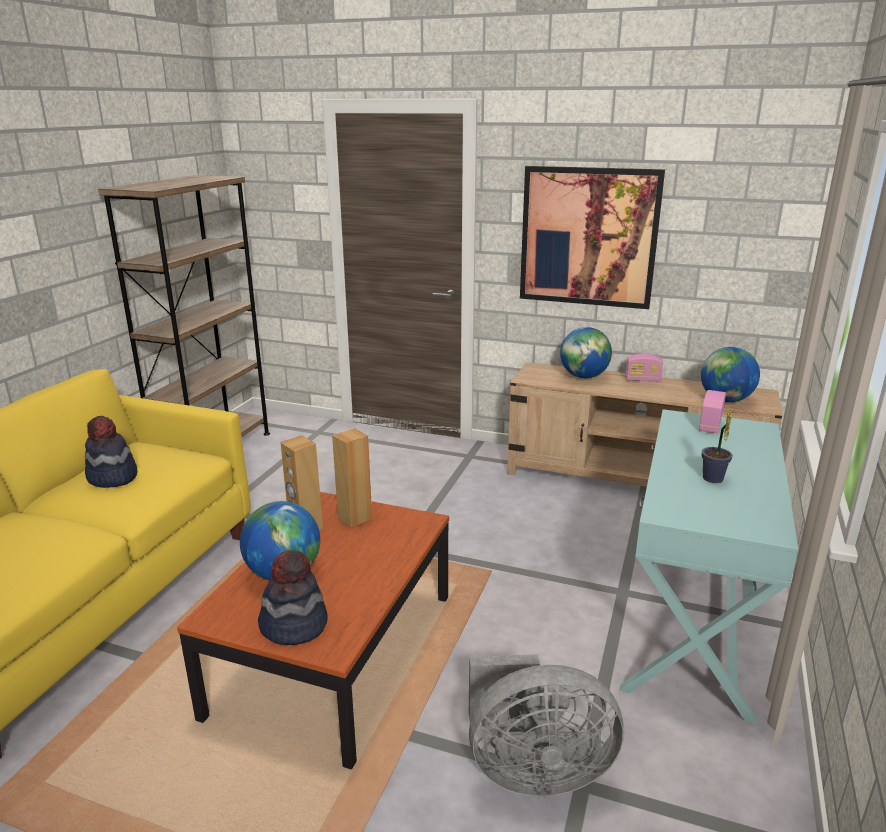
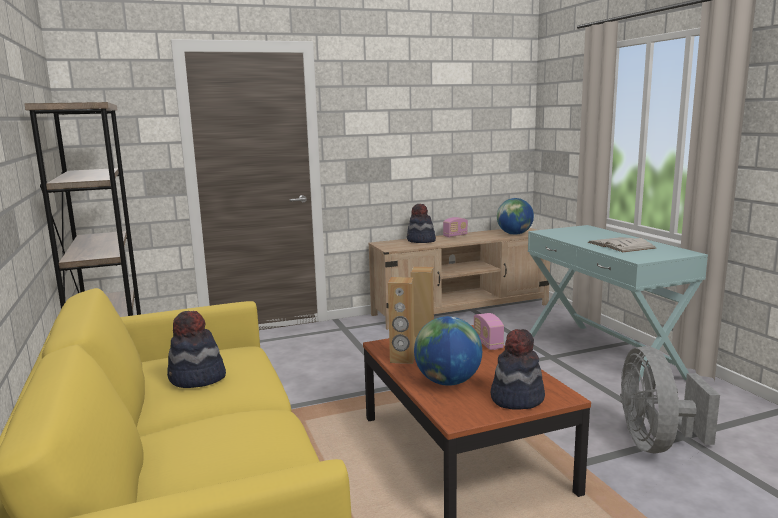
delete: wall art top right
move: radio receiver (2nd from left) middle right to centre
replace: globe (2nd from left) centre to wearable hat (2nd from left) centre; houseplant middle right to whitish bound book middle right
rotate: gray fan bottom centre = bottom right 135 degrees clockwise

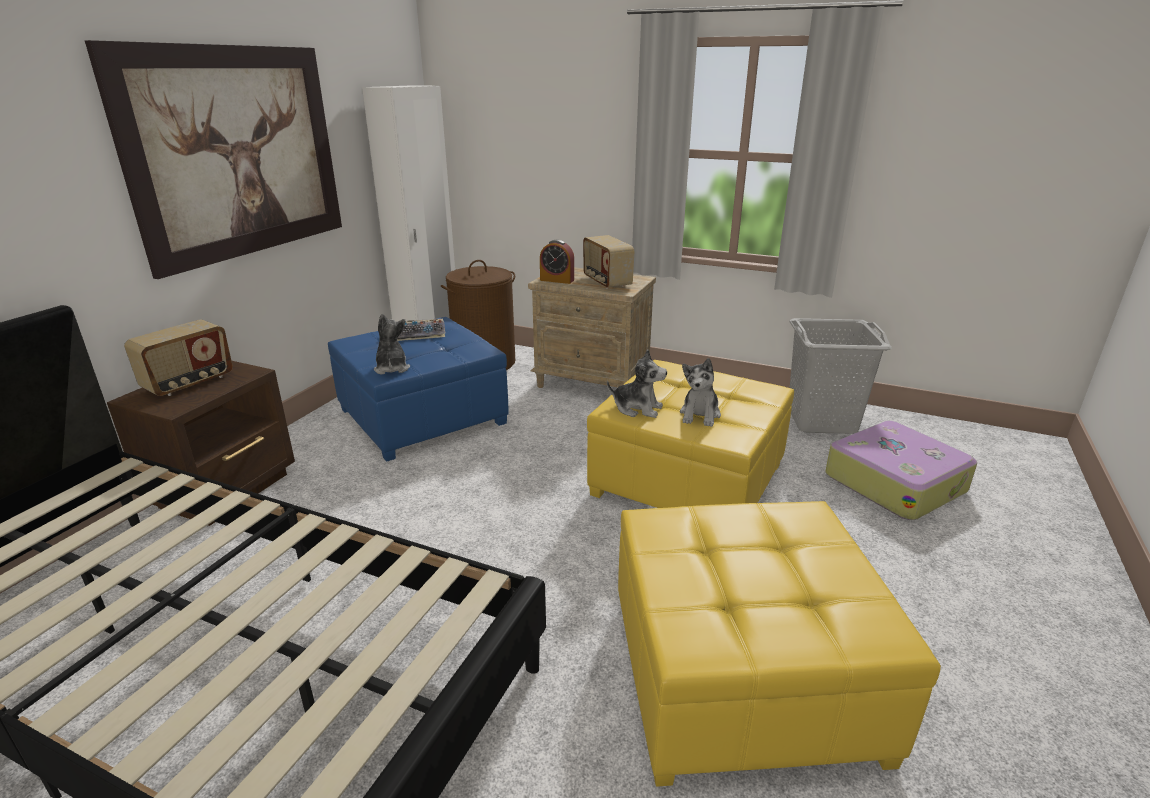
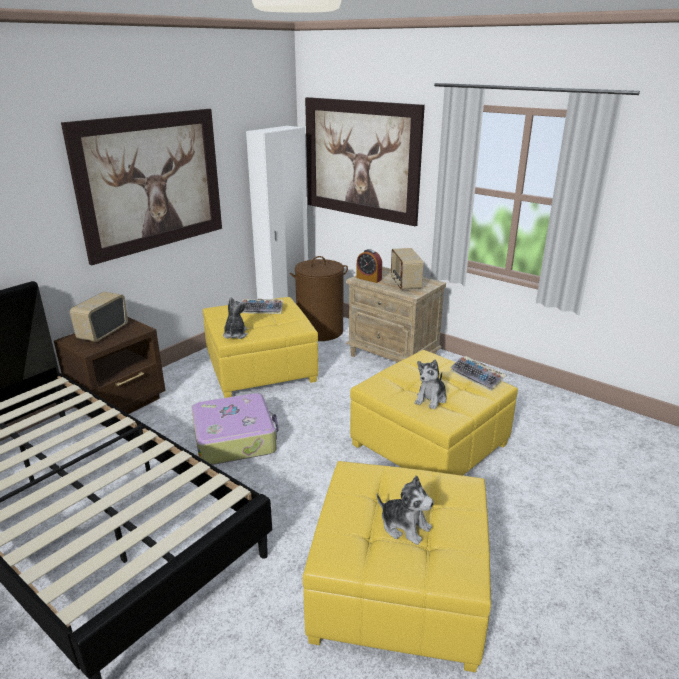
delete: gray laundry basket middle right
insert: wall art (2nd from left) top centre; computer keyboard (2nd from left) middle right
move: cuddly toy (2nd from left) centre to bottom centre; suitcase middle right to centre
recolor: blue-coloured pouffe centre to yellowish pouffe (1st from left) centre
rotate: radio receiver (1st from left) middle left = middle left 150 degrees clockwise

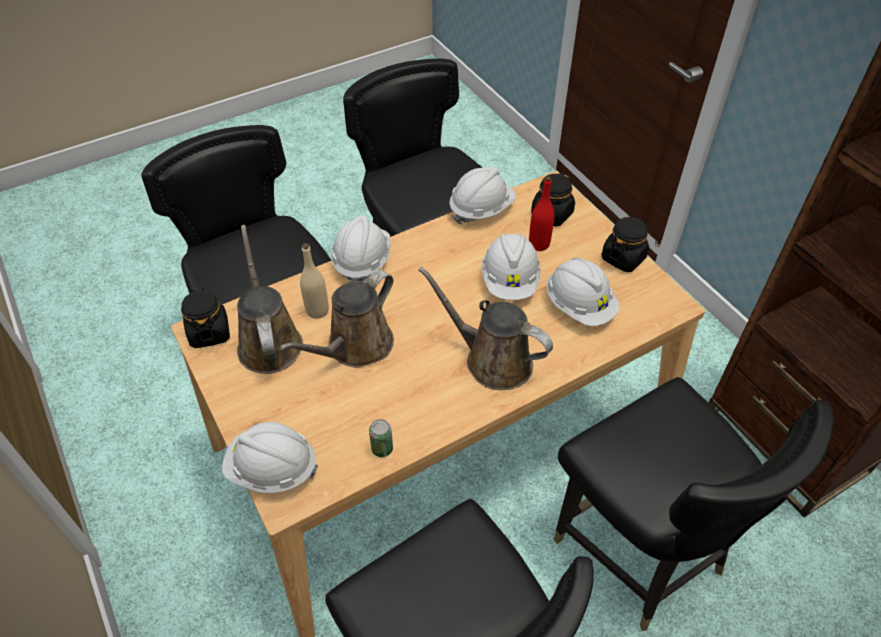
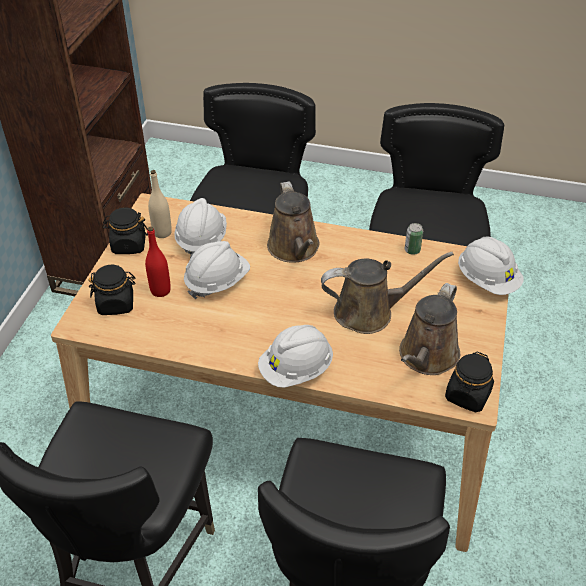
delete: whitish hard hat (3rd from left) top centre
move: beige drink bottle centre to middle left

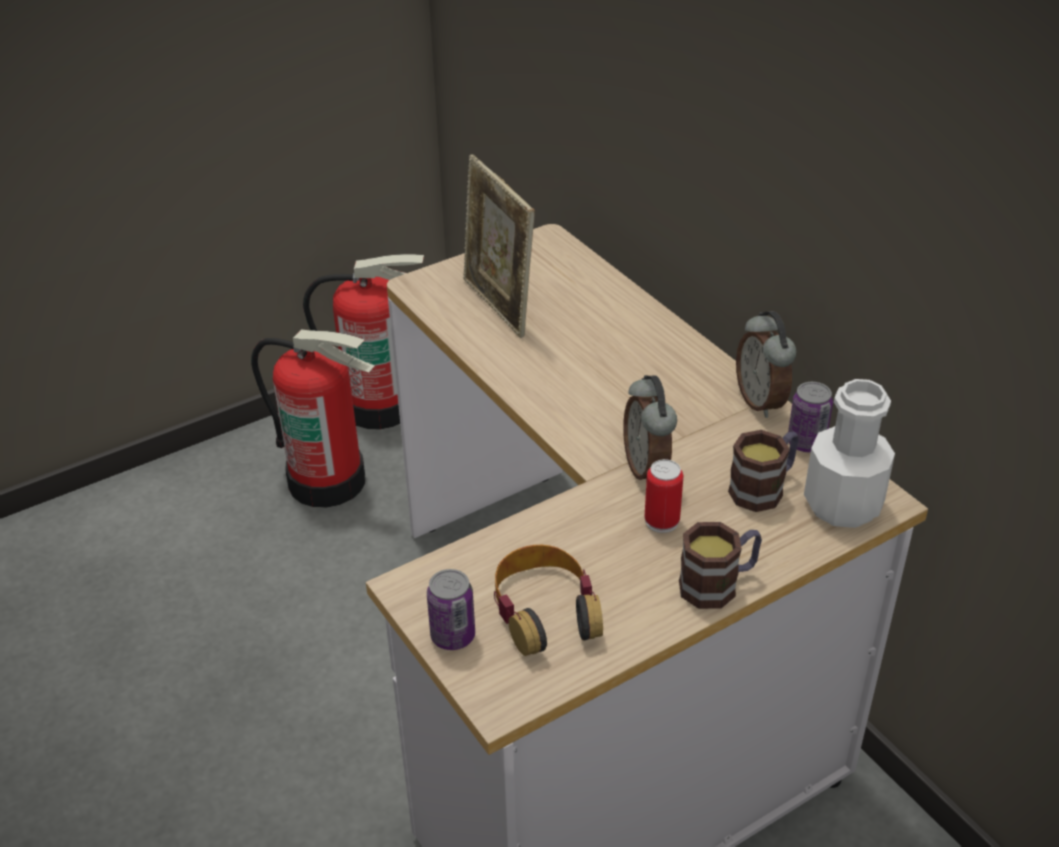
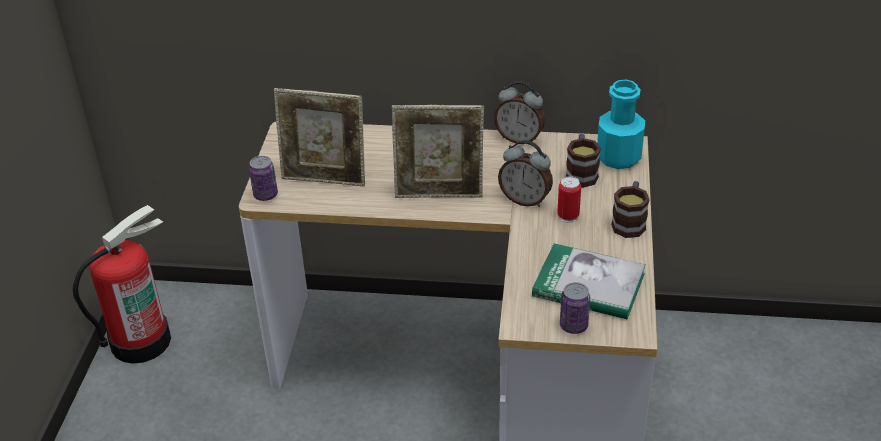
delete: extinguisher (1st from left) middle left
insert: photo frame (2nd from left) centre
move: can (3rd from left in the first image) middle right to can (1st from left) middle left
replace: headphones bottom centre to bound book middle right
recolor: whitish drink bottle middle right to turquoise drink bottle top right

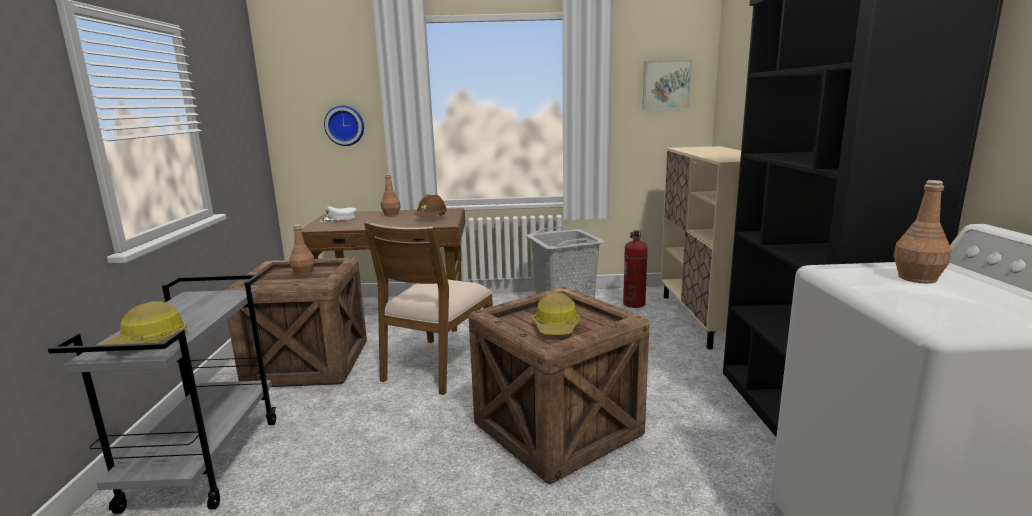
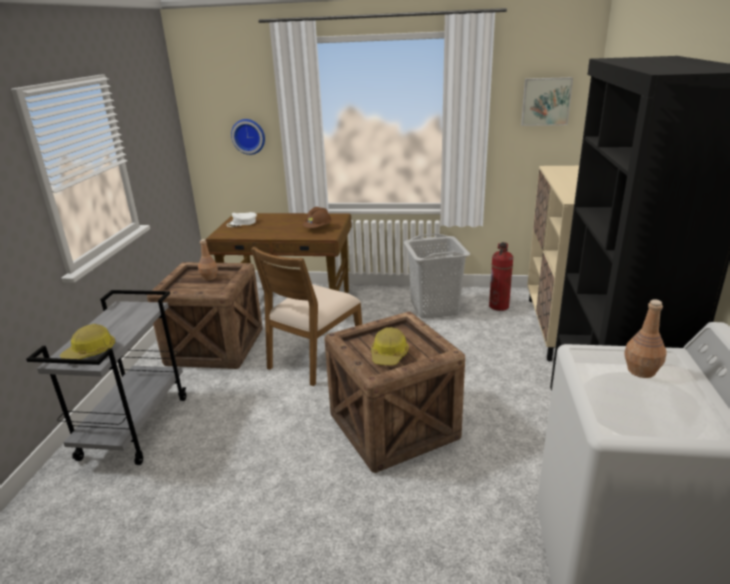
delete: brown drink bottle (2nd from left) centre

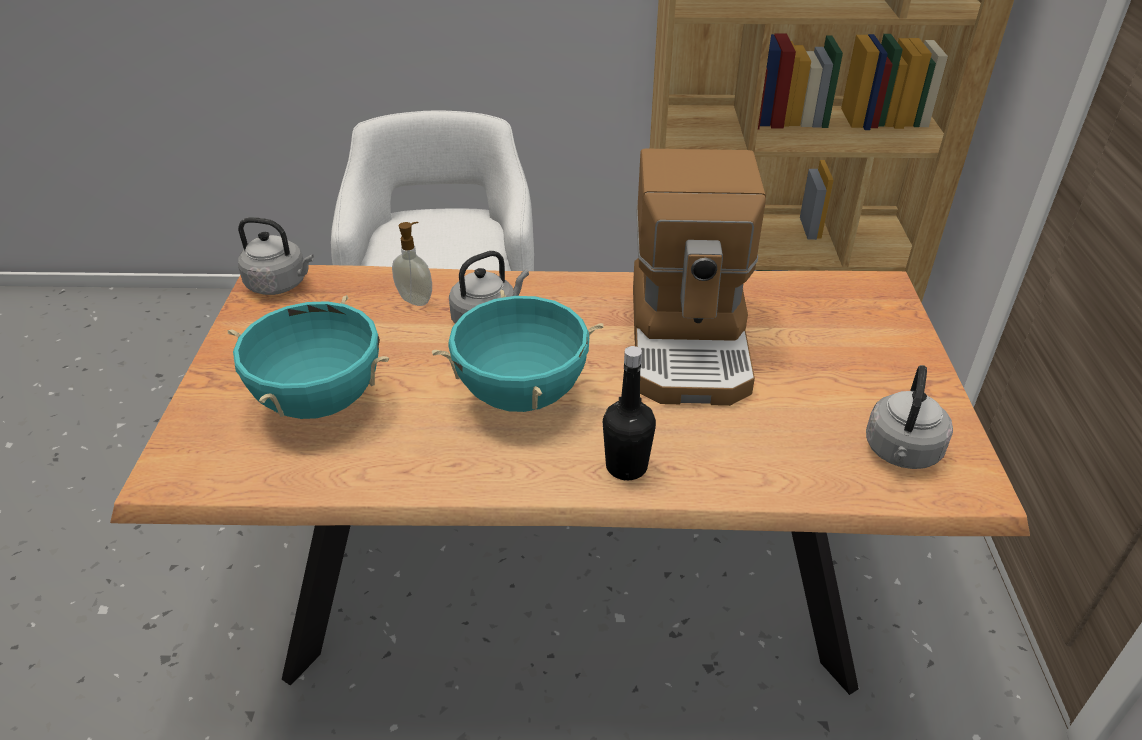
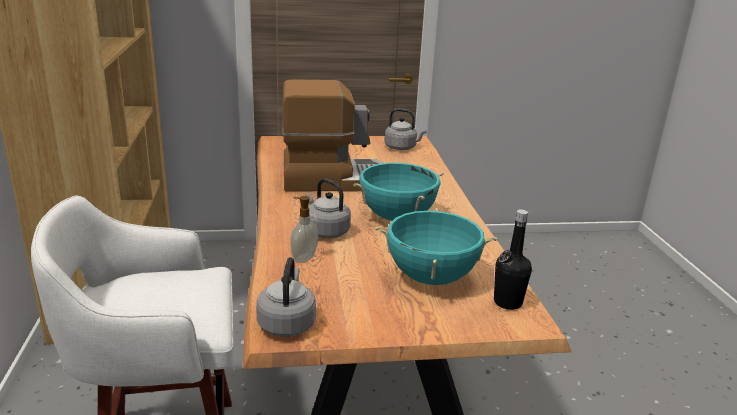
move: black drink bottle centre to middle right

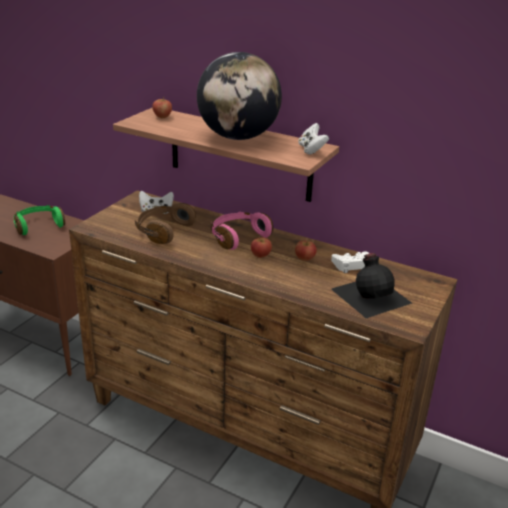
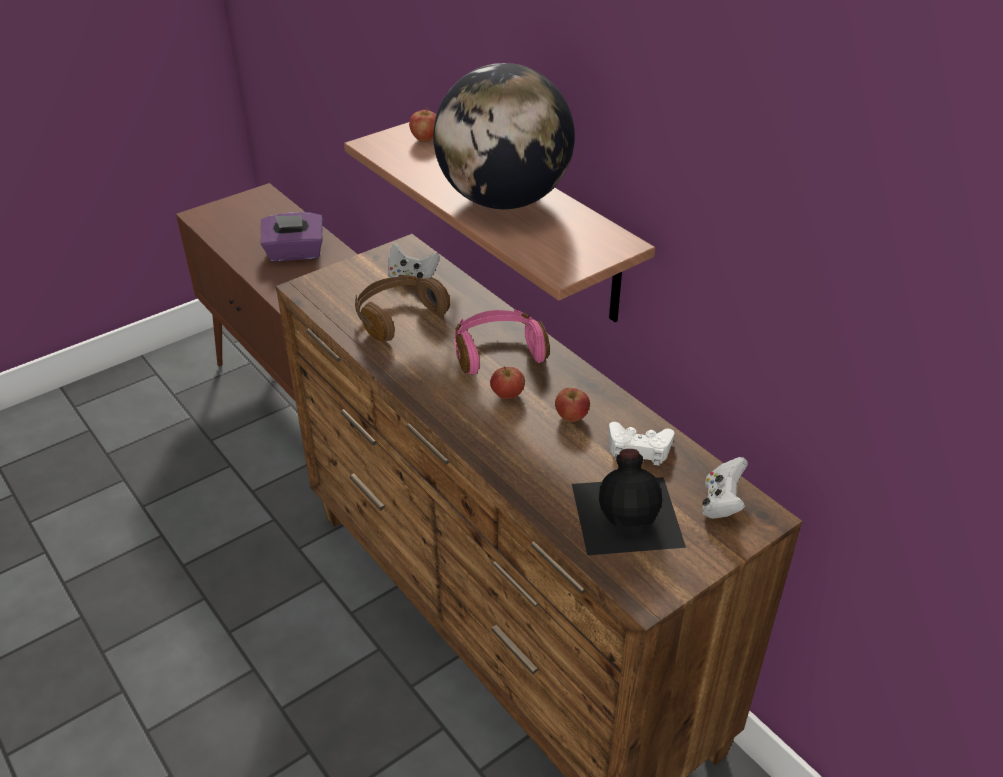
move: whitish gamepad (2nd from left in the first image) top centre to whitish gamepad (3rd from left) middle right
replace: green headphones middle left to purplish tissue holder top left

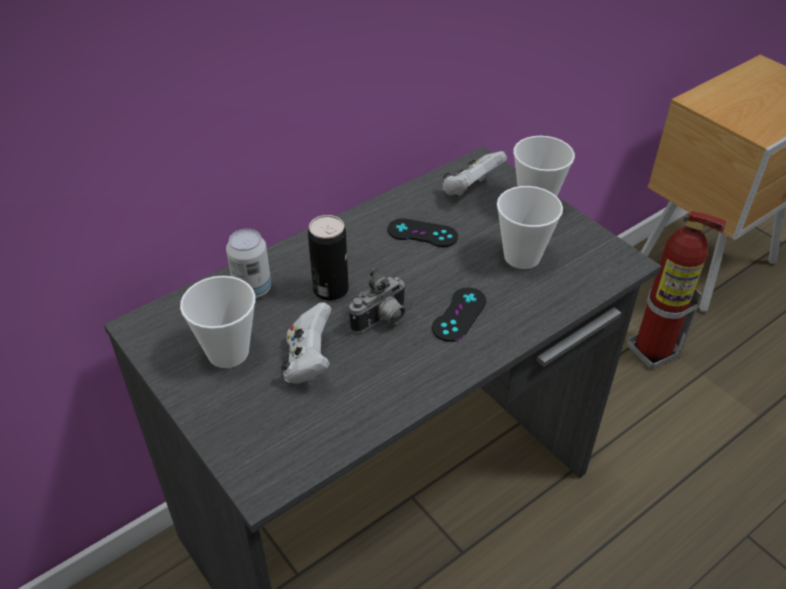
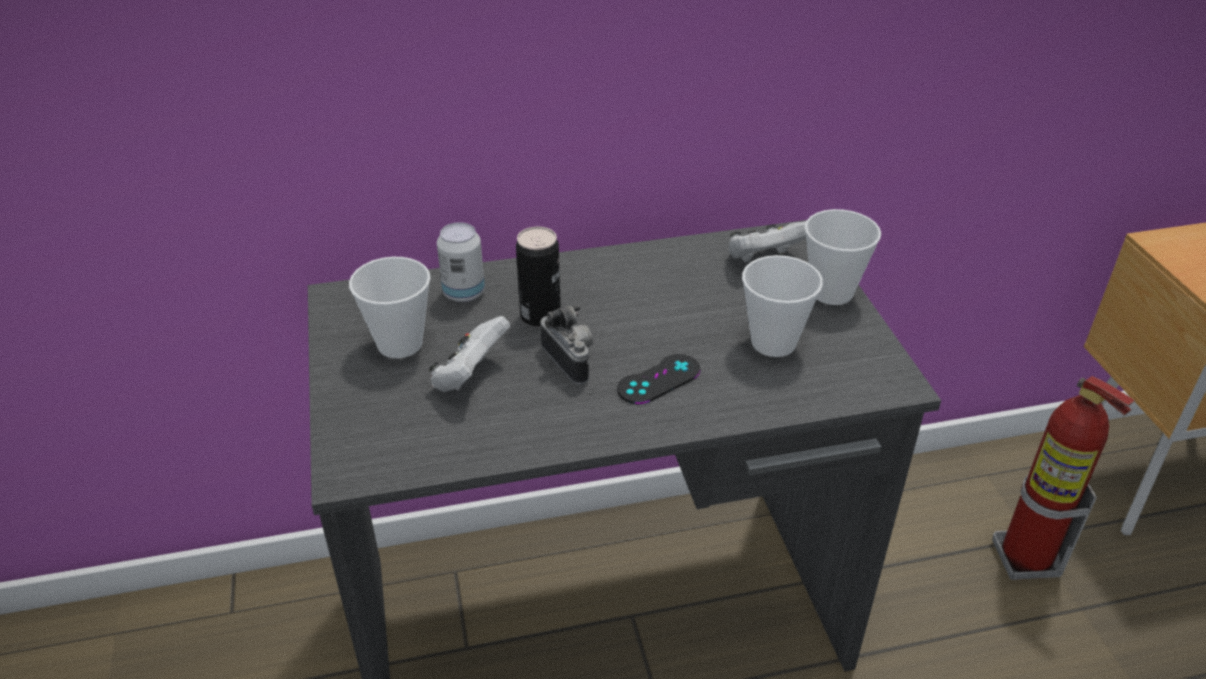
delete: black gamepad (1st from left) centre
rotate: photo camera centre = centre 105 degrees counterclockwise

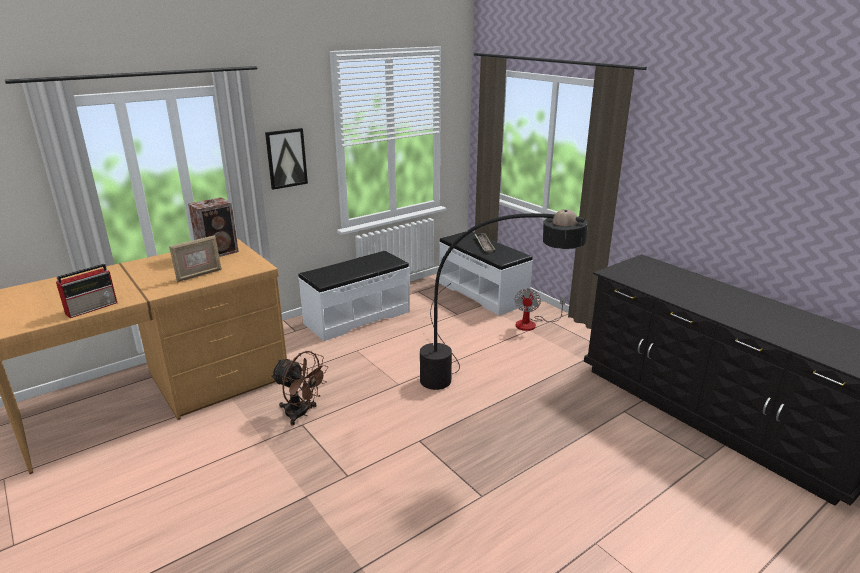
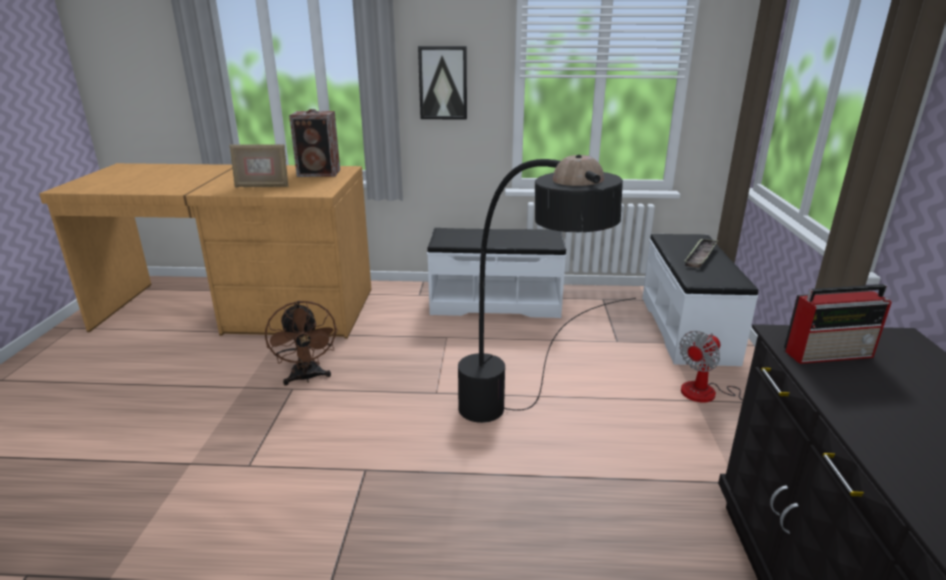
move: radio receiver middle left to middle right

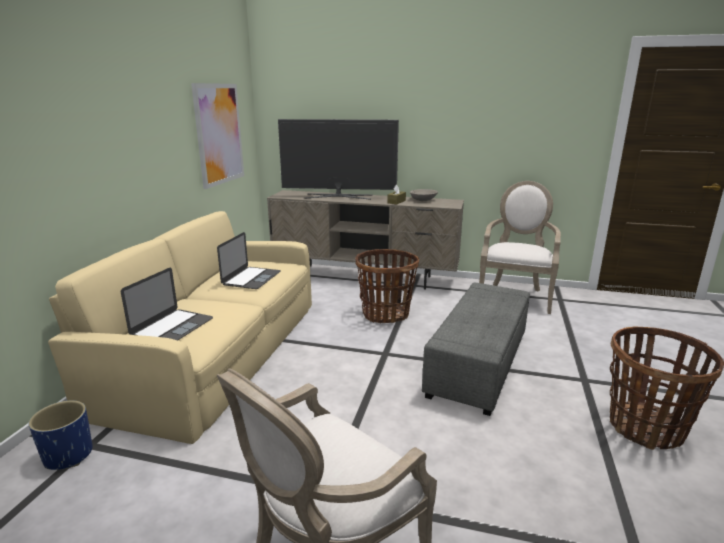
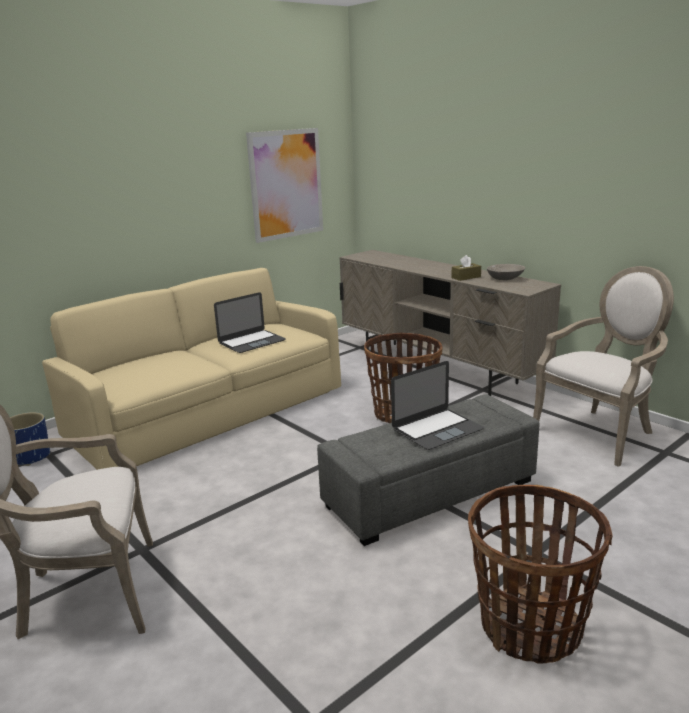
delete: TV set top centre
move: notebook computer (1st from left in the first image) middle left to notebook computer (2nd from left) centre

